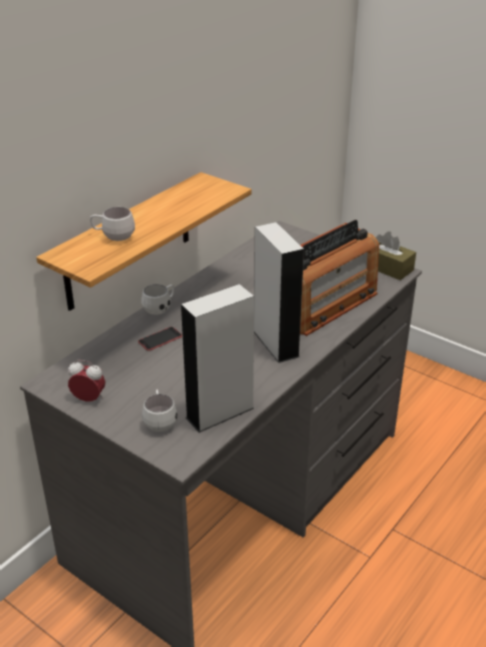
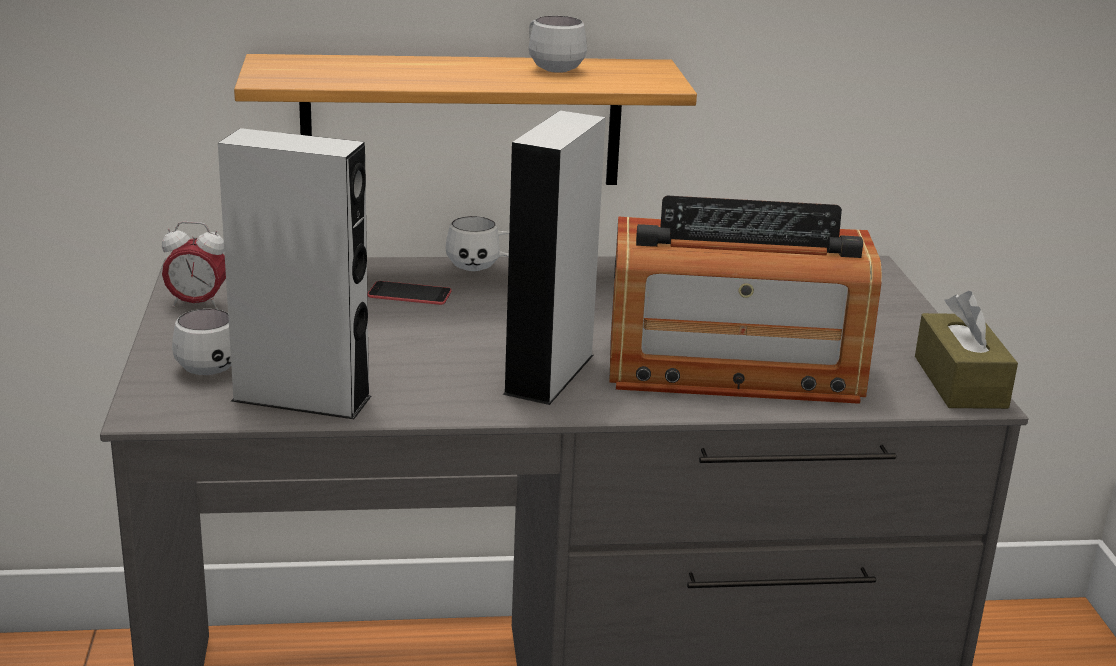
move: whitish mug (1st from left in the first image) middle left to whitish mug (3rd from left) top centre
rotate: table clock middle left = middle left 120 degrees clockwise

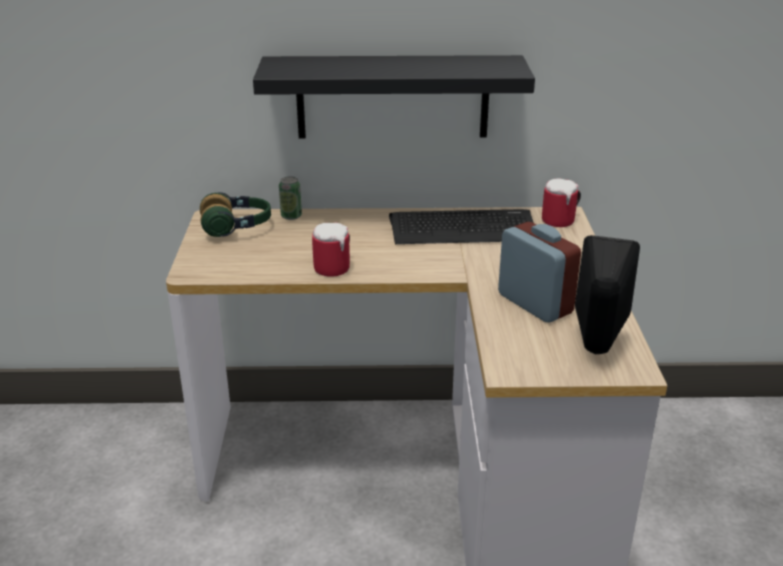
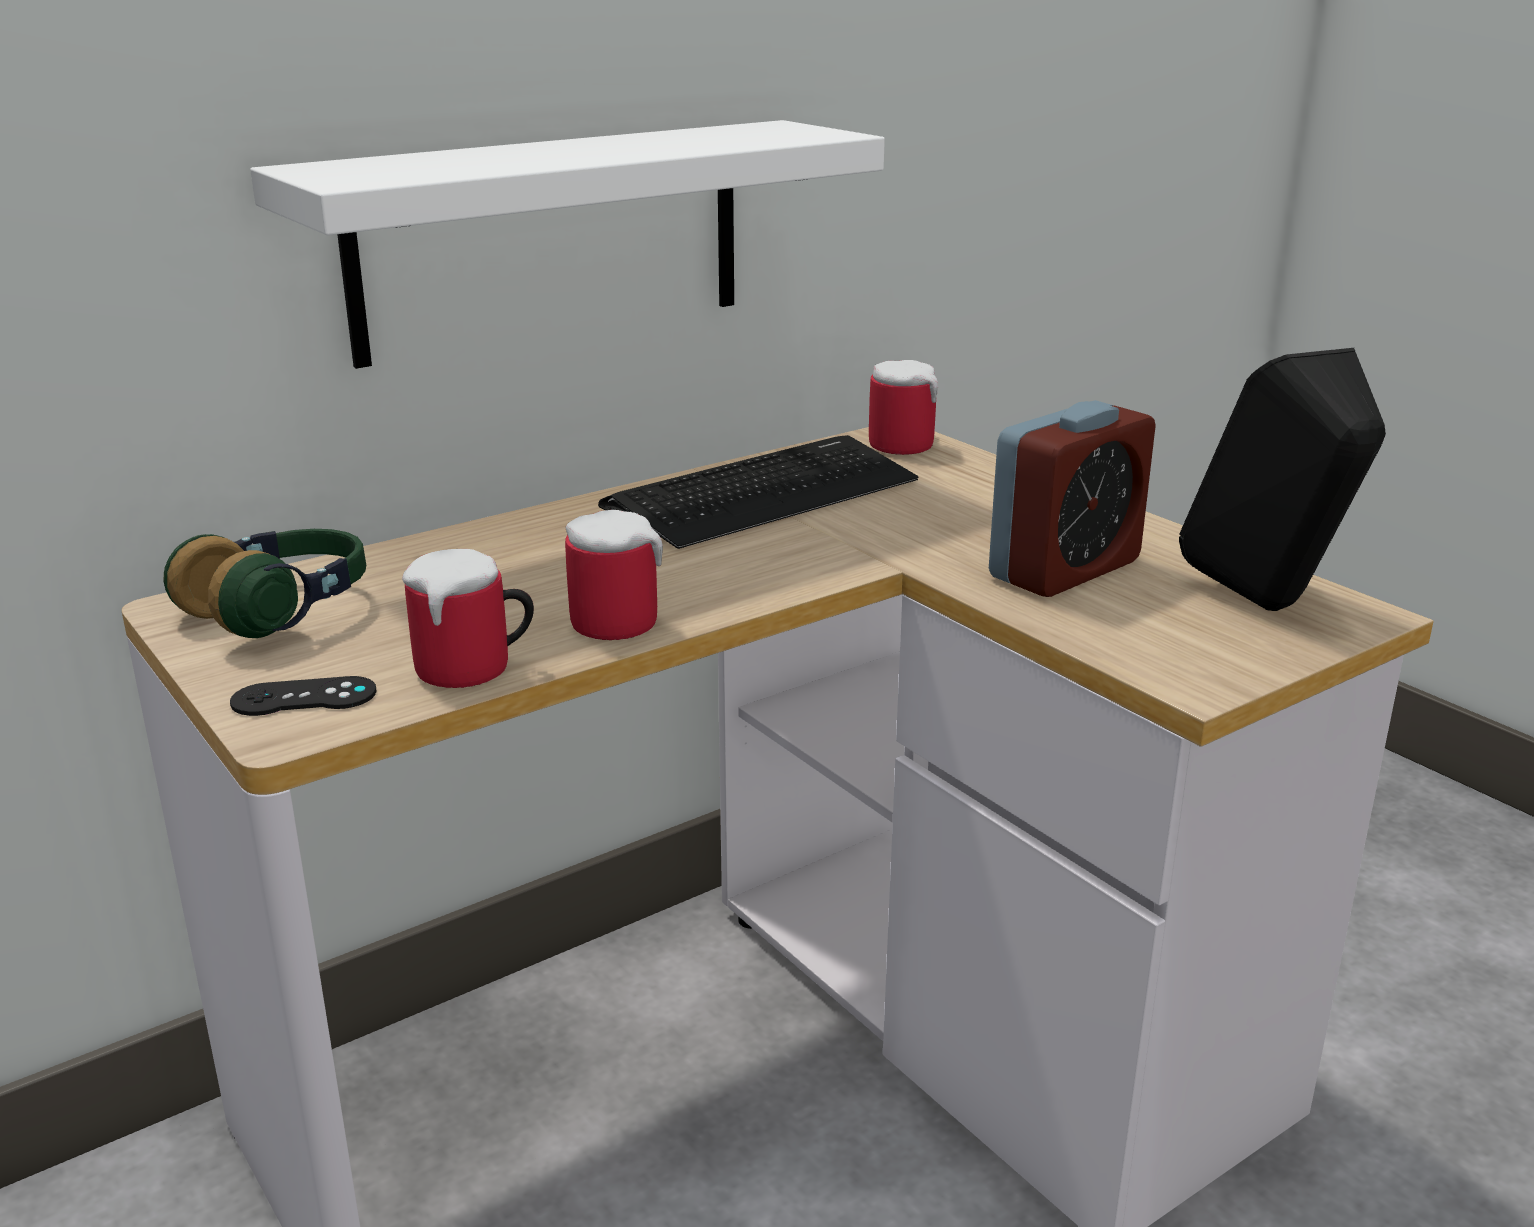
delete: can centre
insert: black gamepad middle left; mug (1st from left) middle left
recolor: black shelf top centre to whitish shelf top centre
rotate: table clock middle right = middle right 120 degrees clockwise

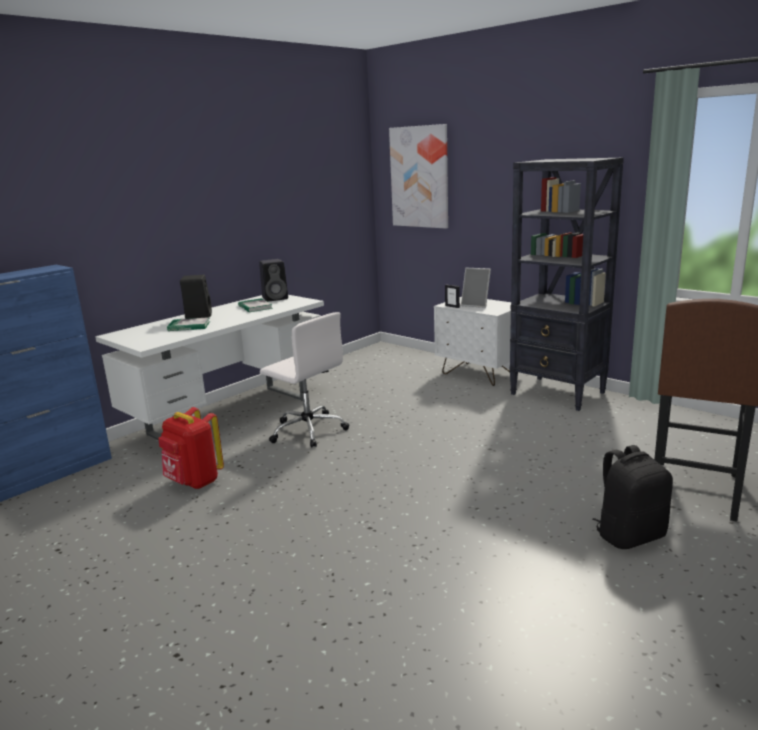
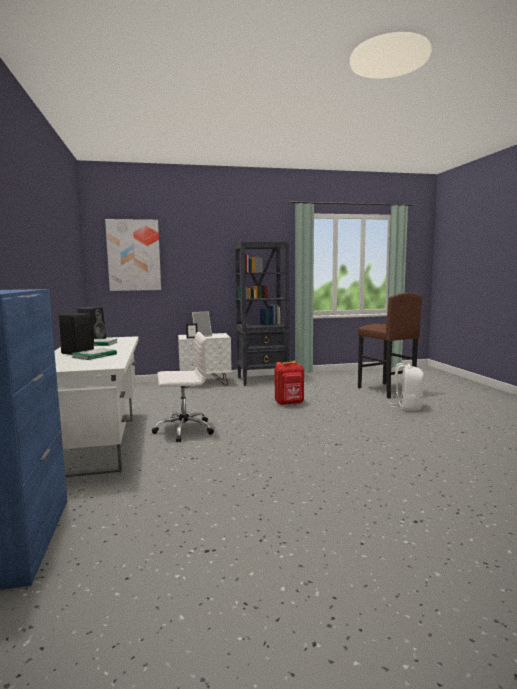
move: reddish rucksack middle left to centre
recolor: black rucksack bottom right to whitish rucksack middle right

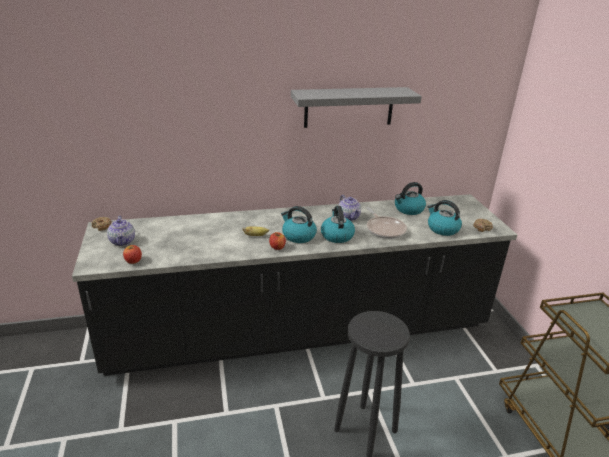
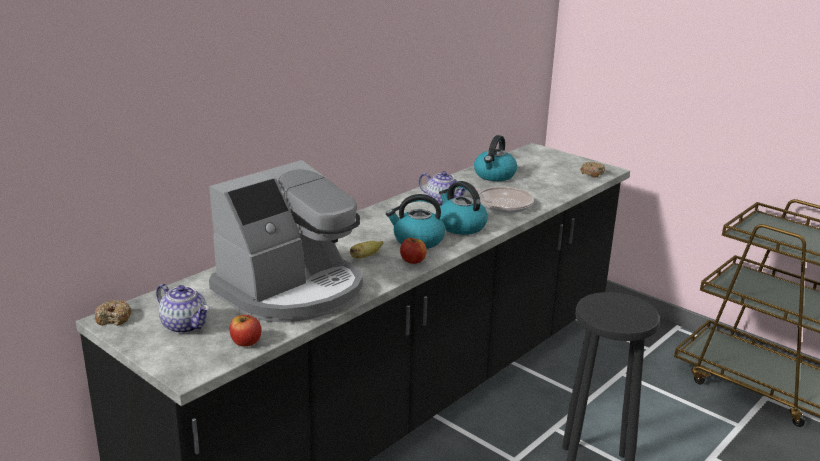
delete: gray shelf top centre; water kettle (4th from left) middle right
insert: coffee brewer centre

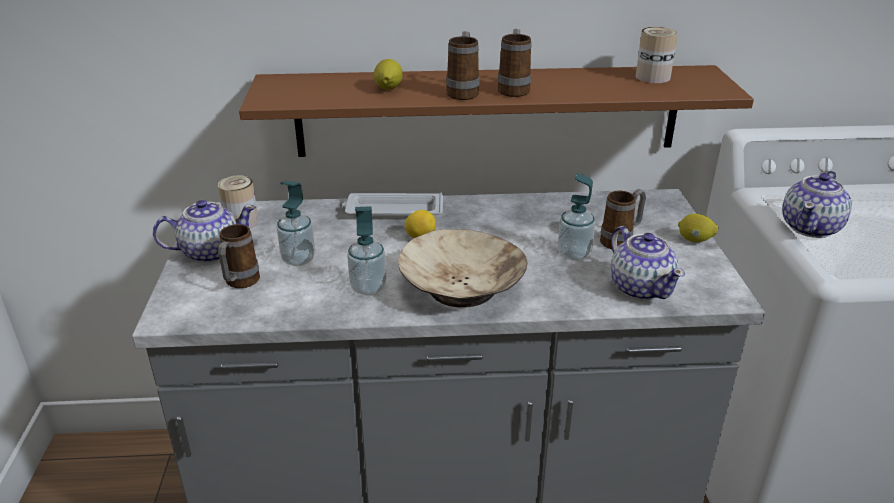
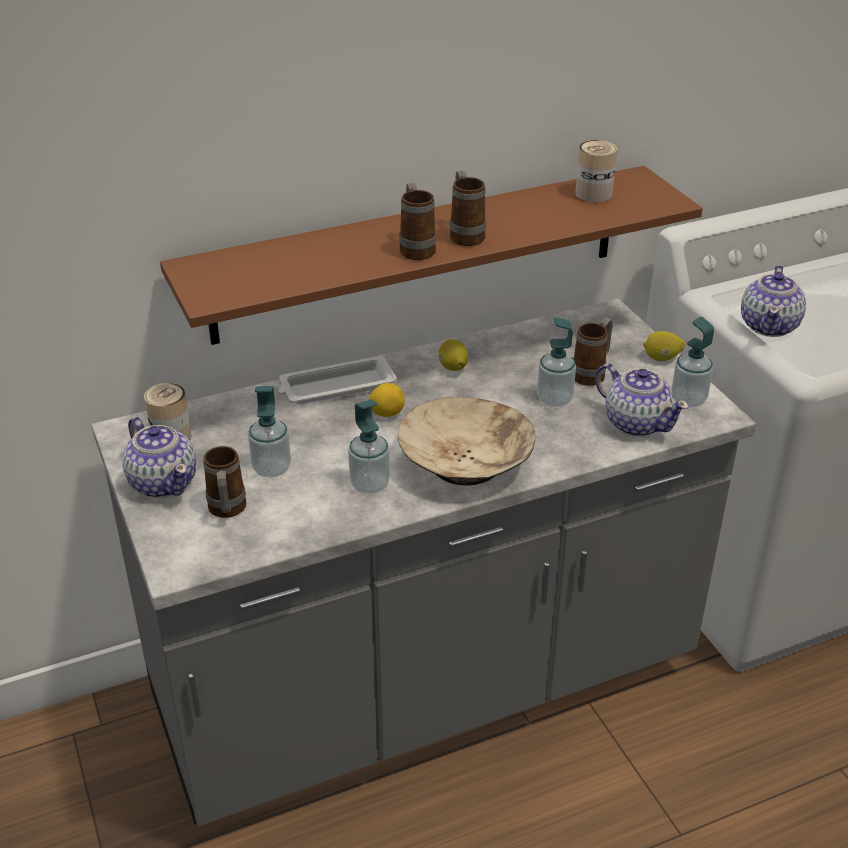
insert: soap bottle (4th from left) middle right
move: citrus fruit (1st from left in the first image) top centre to citrus fruit (2nd from left) centre
rotate: tea pot (1st from left) middle left = middle left 90 degrees clockwise

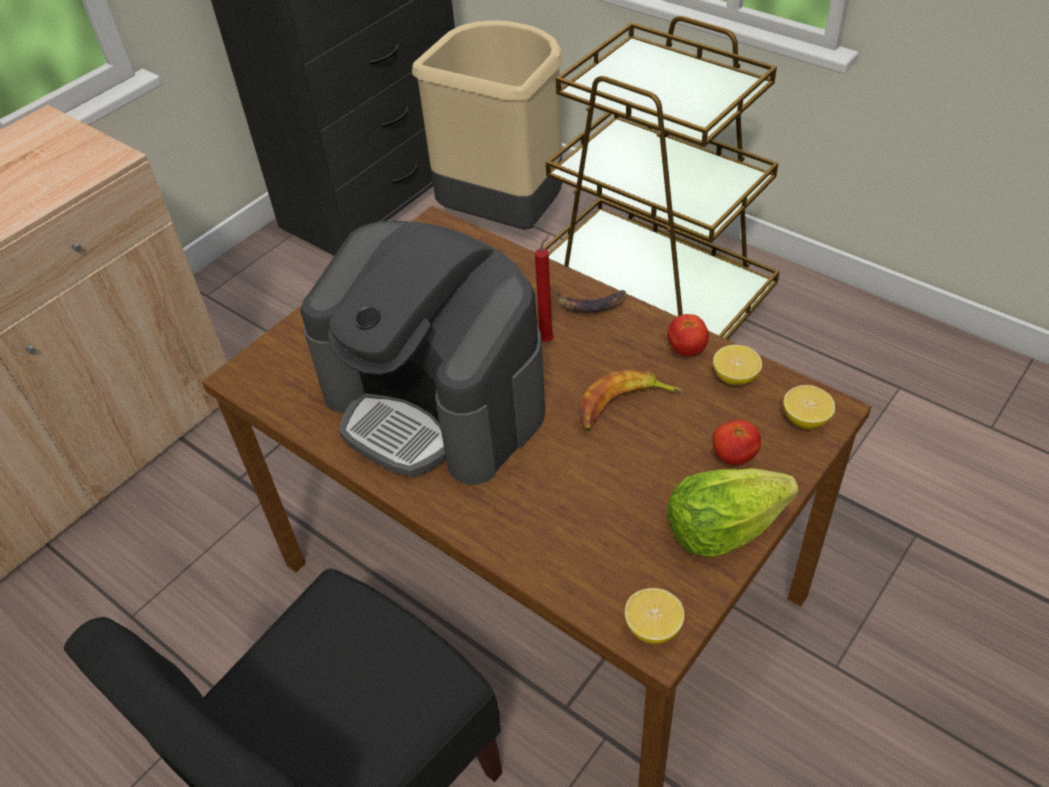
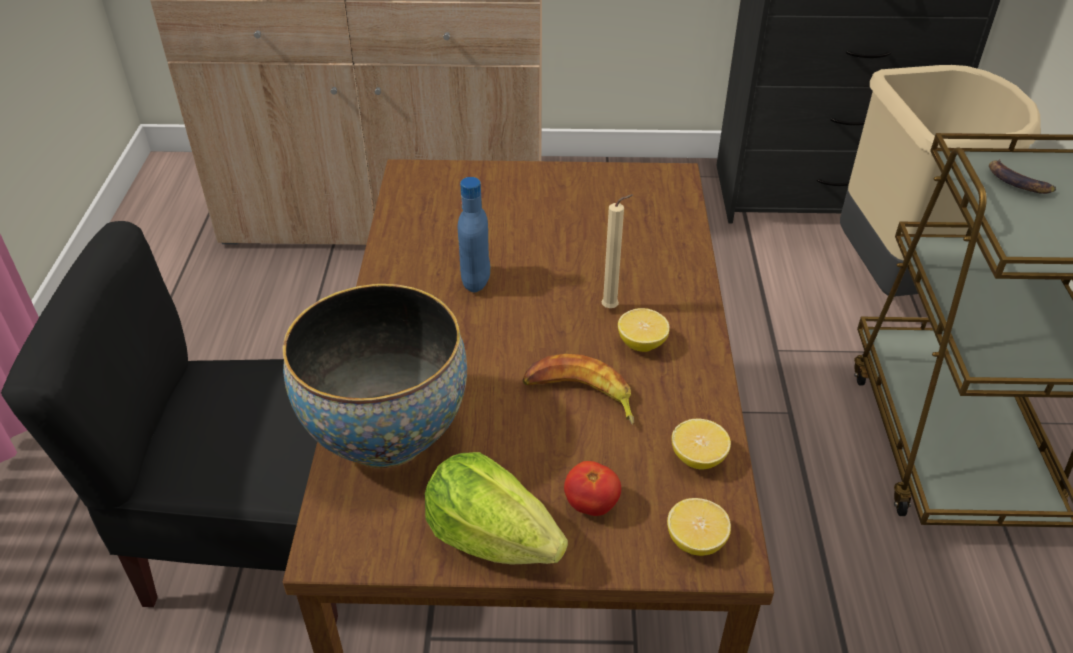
delete: whole tomato (1st from left) centre
insert: deep dish centre
move: banana fruit (1st from left in the first image) centre to banana fruit (2nd from left) top right; citrus fruit (1st from left) bottom centre to centre
replace: coffee brewer centre to blue-coloured drink bottle centre
recolor: reddish candle centre to beige candle centre

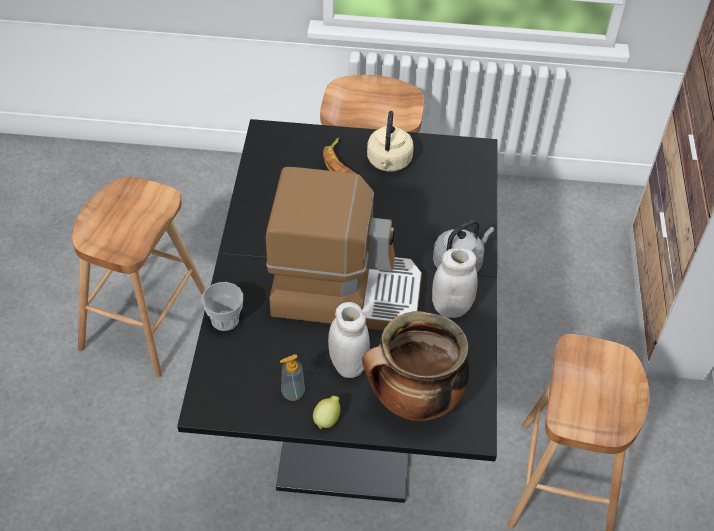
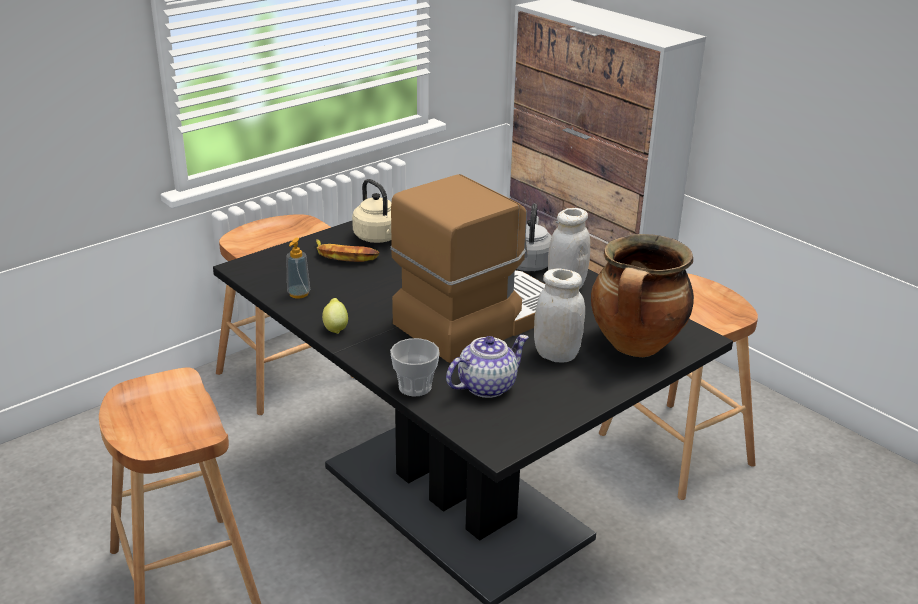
insert: tea pot centre
move: soap bottle bottom centre to middle left; citrus fruit bottom centre to centre

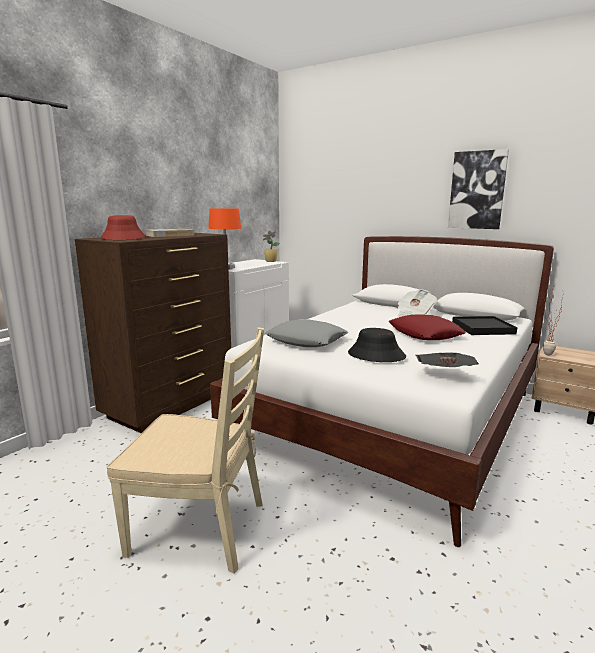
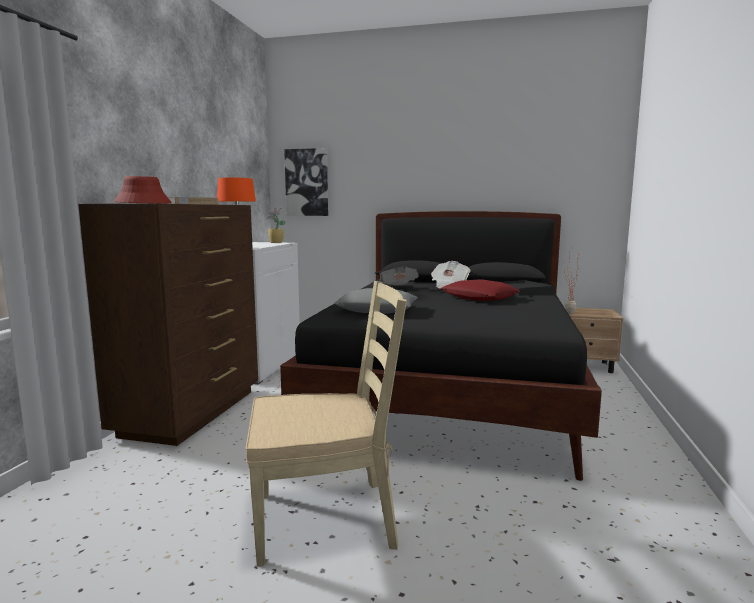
delete: black wearable hat centre
move: newspaper (2nd from left in the first image) middle right to newspaper (1st from left) centre; wall art top right to top centre
recolor: whitish sleeping bed centre to black sleeping bed centre

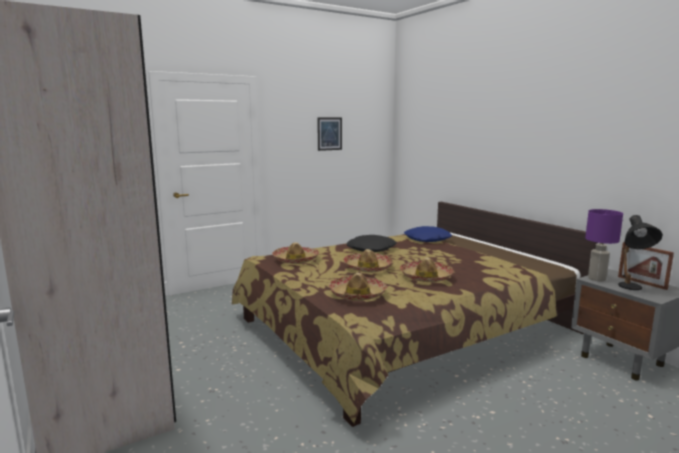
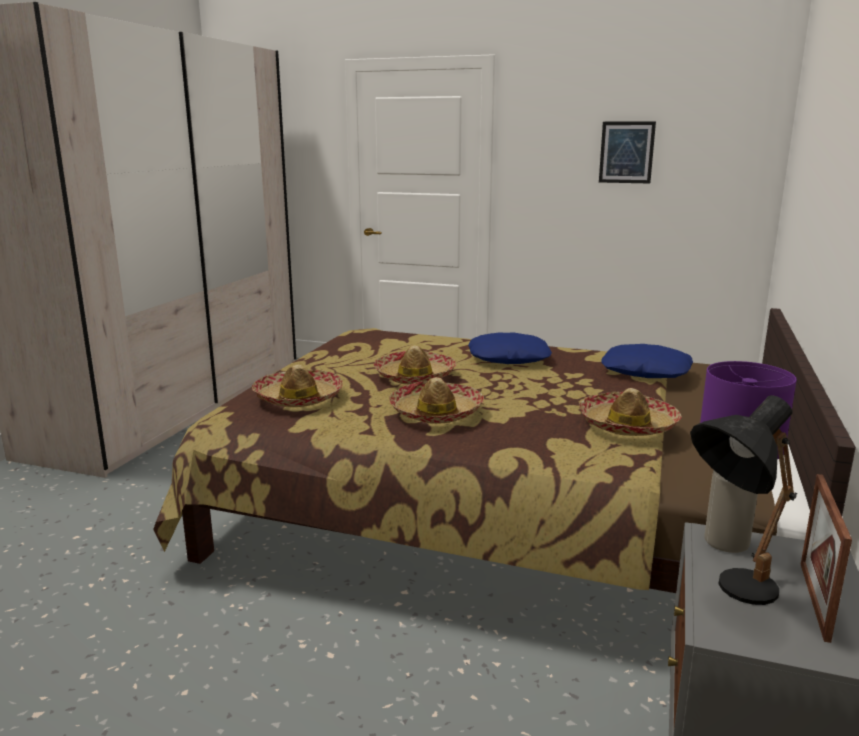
move: wearable hat (1st from left in the first image) centre to wearable hat (4th from left) middle right
recolor: black throw pillow centre to blue-coloured throw pillow (1st from left) centre

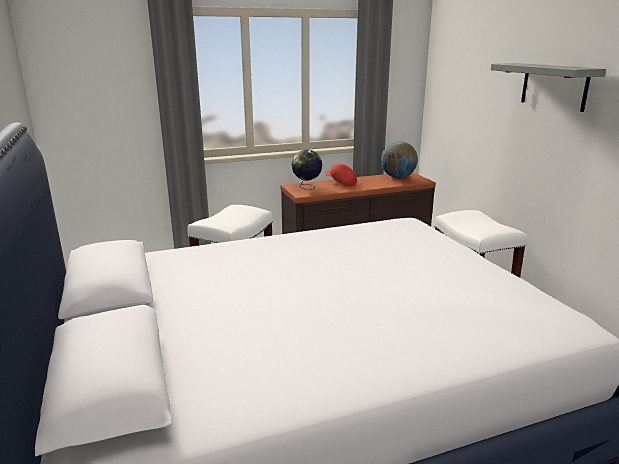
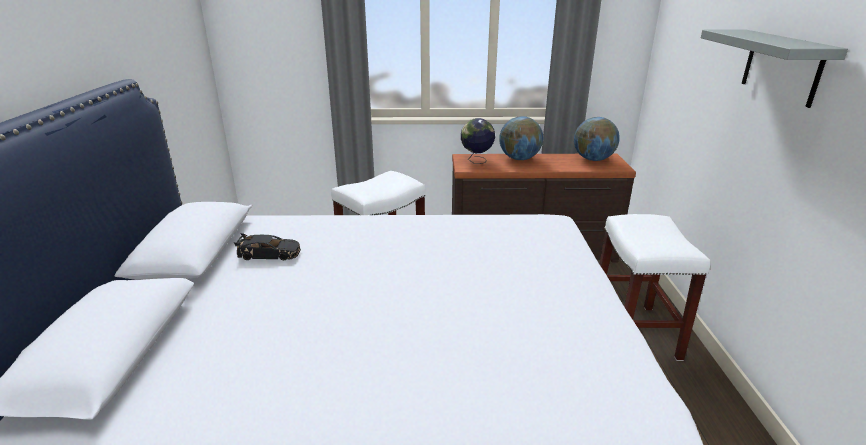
insert: black miniature car middle left
replace: reddish baseball cap centre to globe (2nd from left) top centre

